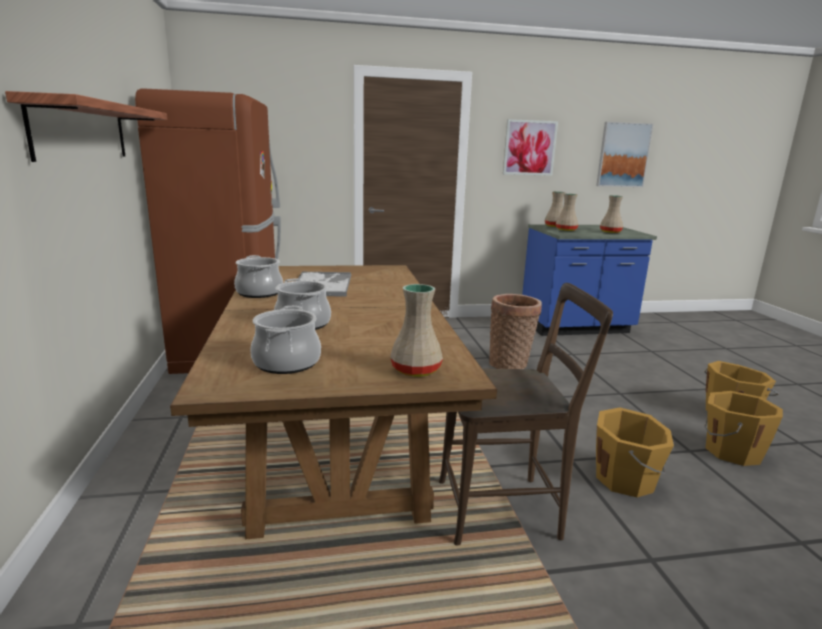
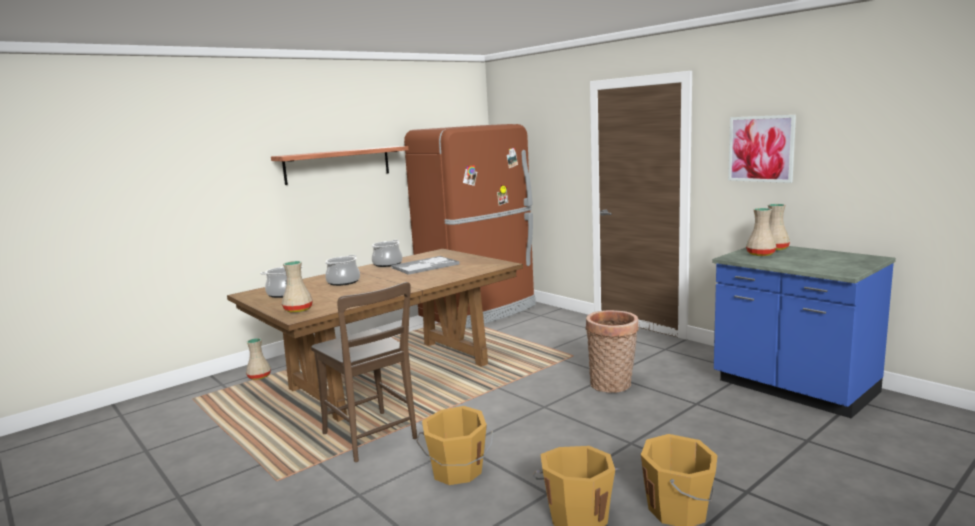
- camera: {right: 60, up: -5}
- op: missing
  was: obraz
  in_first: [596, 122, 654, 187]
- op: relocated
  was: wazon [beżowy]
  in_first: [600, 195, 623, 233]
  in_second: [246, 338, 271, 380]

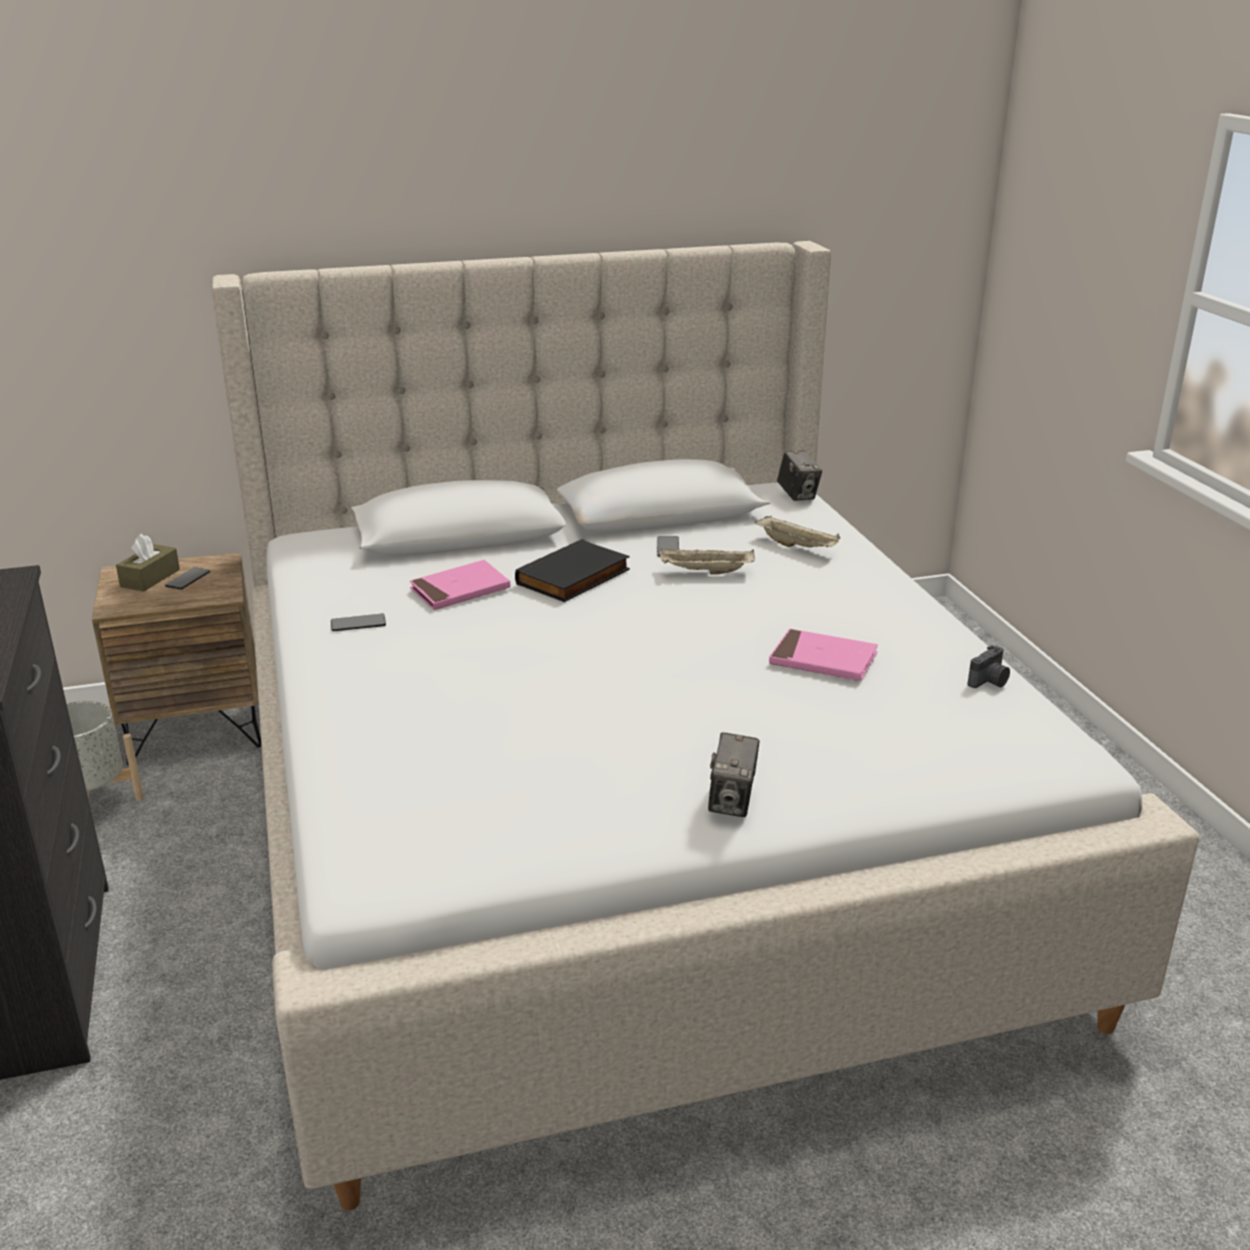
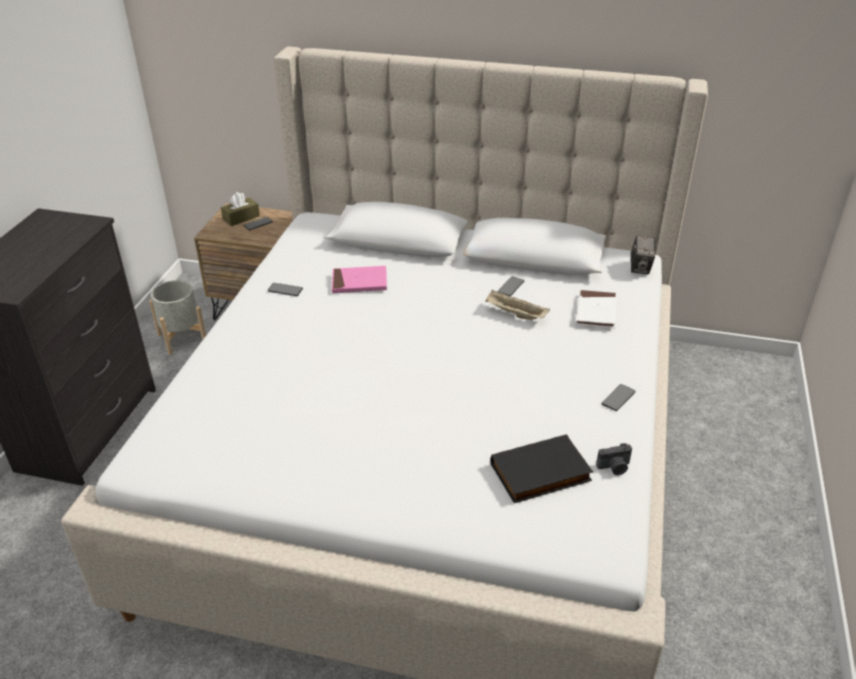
- camera: {right: 30, up: 10}
- op: relocated
  was: książka [czarny]
  in_first: [515, 539, 630, 602]
  in_second: [491, 434, 593, 503]
- op: missing
  was: aparat fotograficzny
  in_first: [708, 732, 759, 817]
- op: exchanged
  was: taca [beżowy]
  now: książka [biały]
  in_first: [755, 515, 840, 548]
  in_second: [576, 290, 617, 328]
- op: missing
  was: książka [różowy]
  in_first: [769, 629, 878, 681]
- op: appeared
  now: telefon
  in_second: [602, 384, 636, 411]

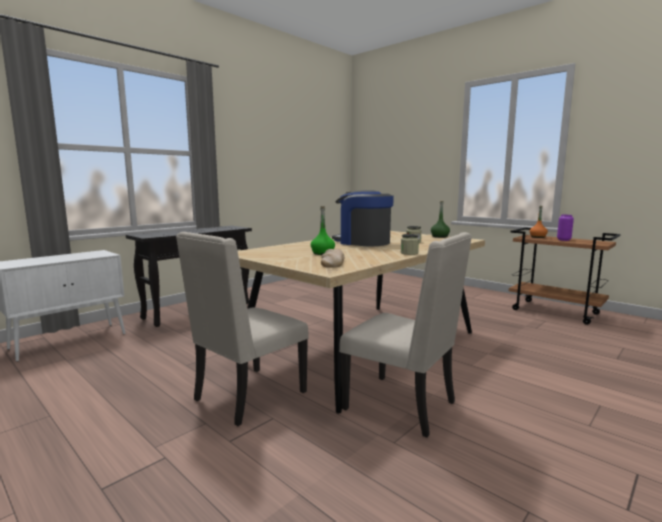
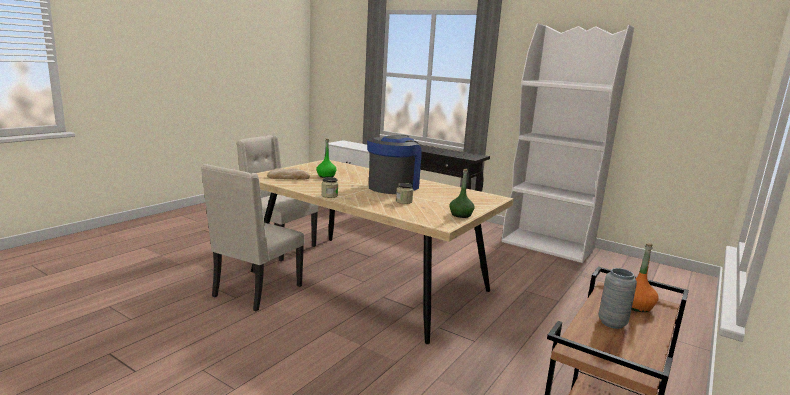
- camera: {right: 80, up: 5}
- op: colour
  was: wazon [fioletowy]
  now: wazon [szary]
  in_first: [557, 215, 574, 241]
  in_second: [599, 268, 637, 329]
- op: appeared
  now: regał [biały]
  in_second: [501, 23, 634, 263]

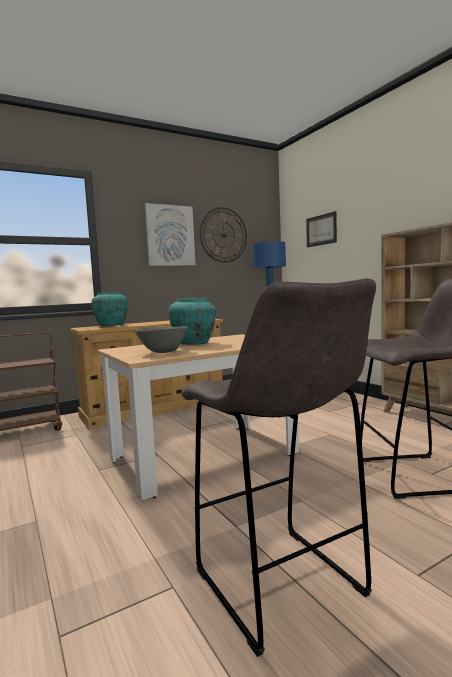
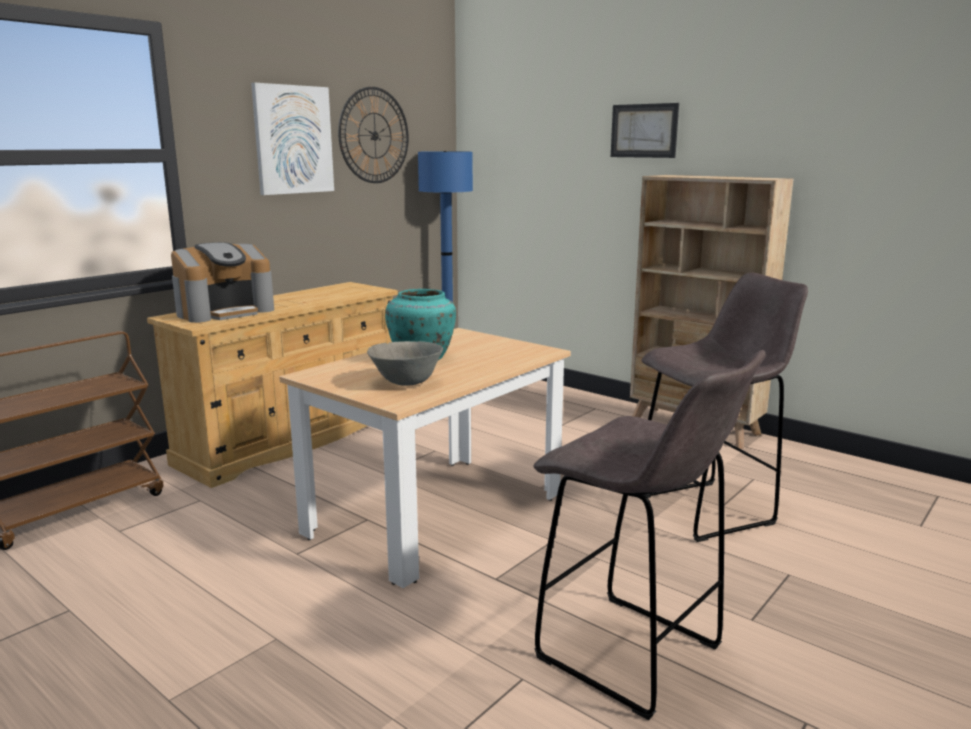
- camera: {right: -20, up: 10}
- op: exchanged
  was: wazon [turkusowy]
  now: ekspres do kawy
  in_first: [91, 292, 128, 326]
  in_second: [171, 242, 274, 323]
- op: relocated
  was: obraz
  in_first: [306, 211, 337, 247]
  in_second: [611, 103, 679, 158]

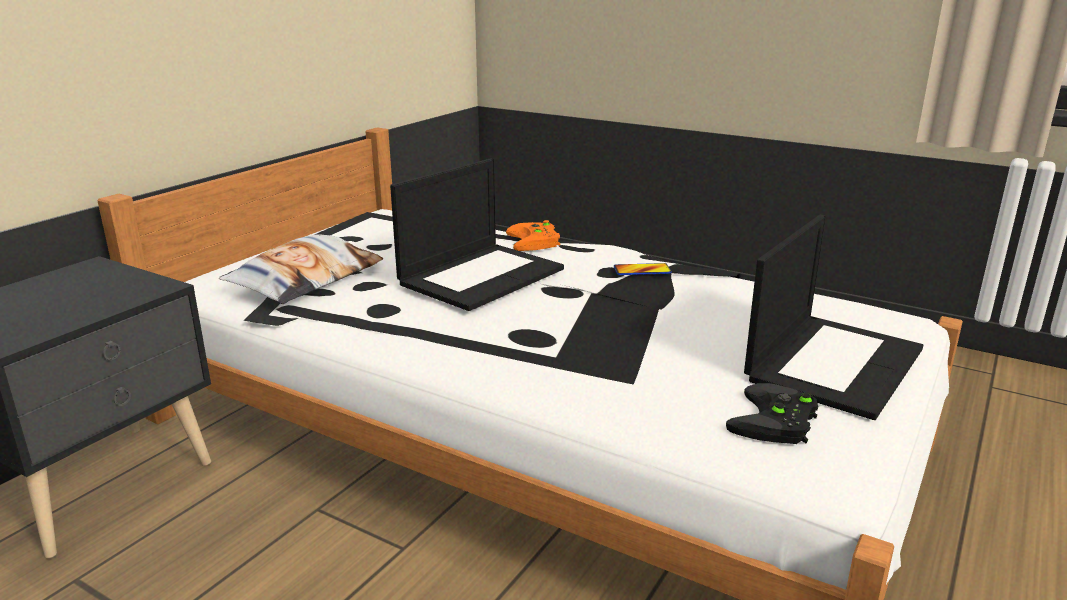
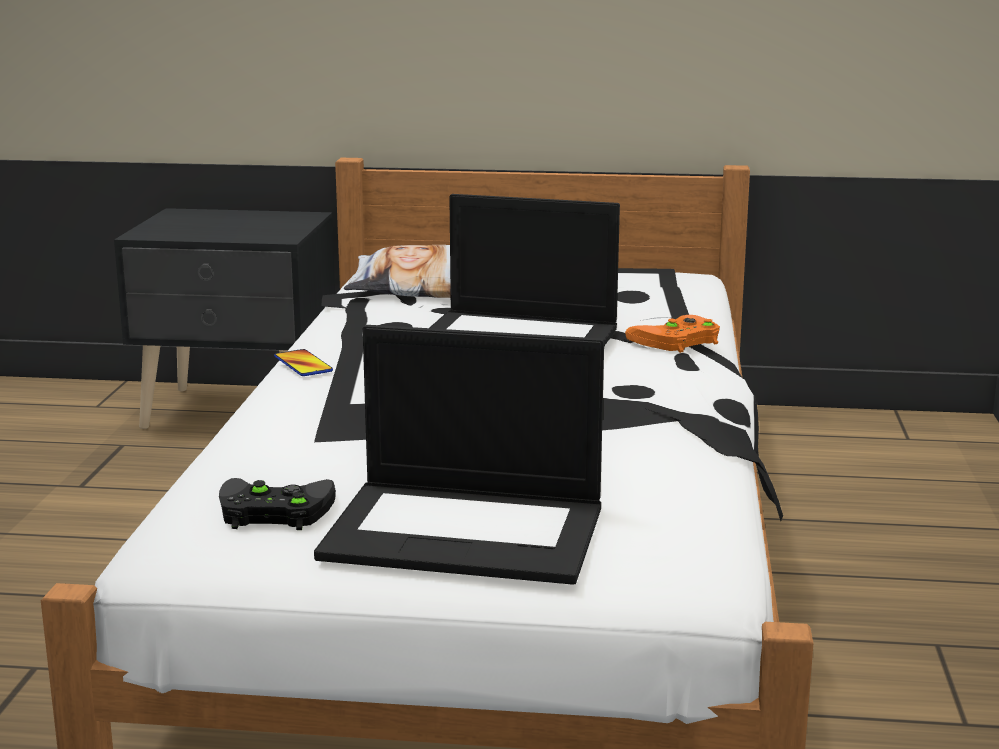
- camera: {right: 65, up: -5}
- op: relocated
  was: telefon
  in_first: [614, 263, 672, 275]
  in_second: [274, 349, 333, 376]

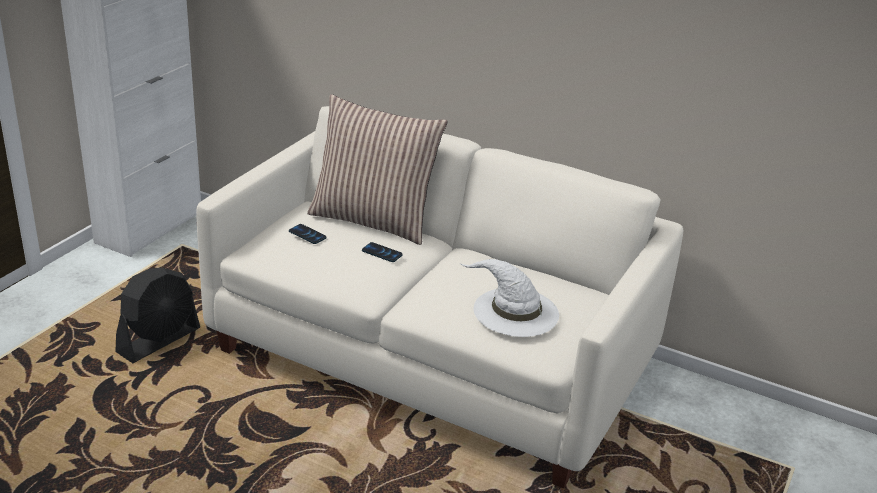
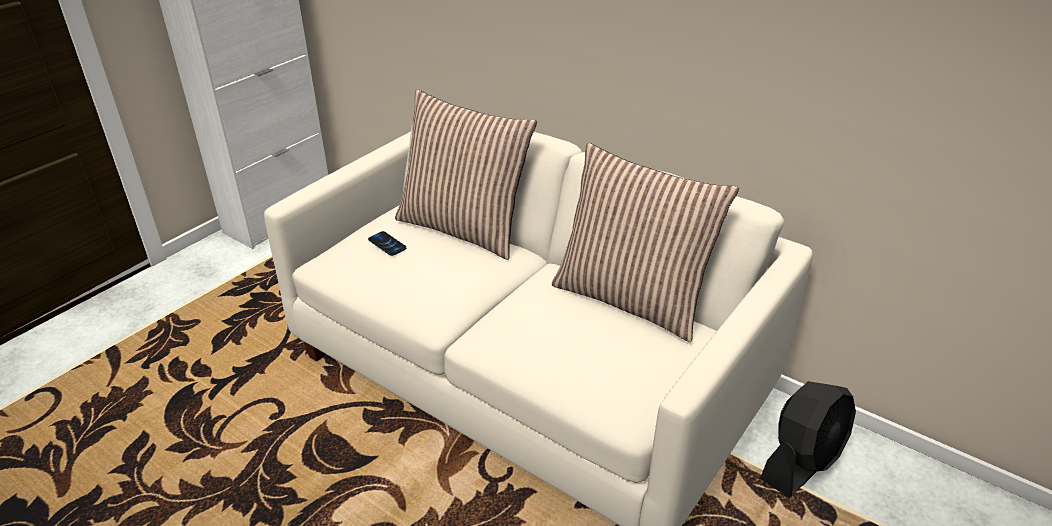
- camera: {right: 10, up: 5}
- op: relocated
  was: wentylator [czarny]
  in_first: [115, 268, 200, 363]
  in_second: [760, 381, 856, 498]
- op: missing
  was: telefon
  in_first: [362, 242, 403, 262]
- op: missing
  was: kapelusz [biały]
  in_first: [460, 259, 559, 337]
- op: appeared
  now: poduszka
  in_second: [552, 142, 739, 342]

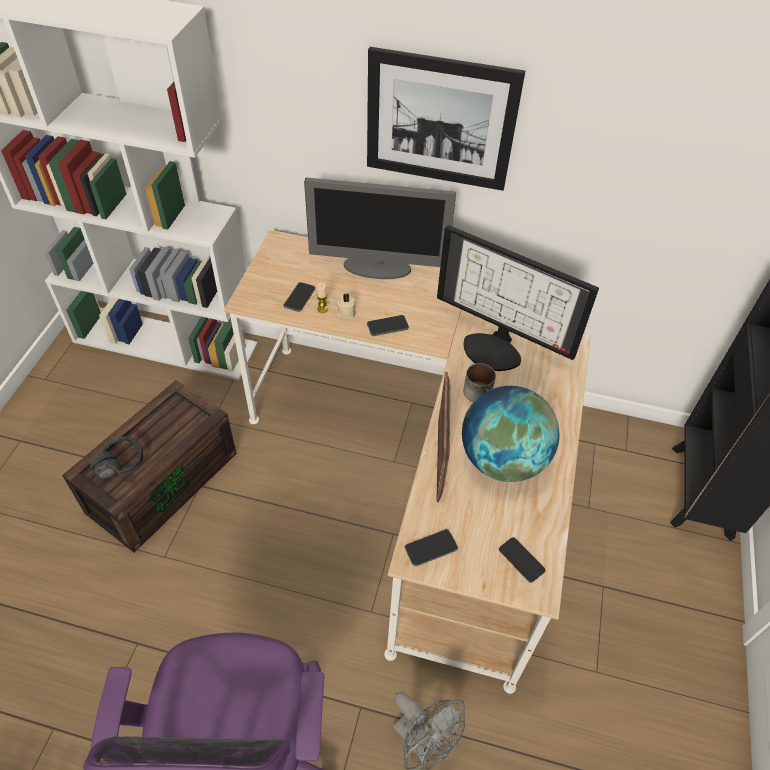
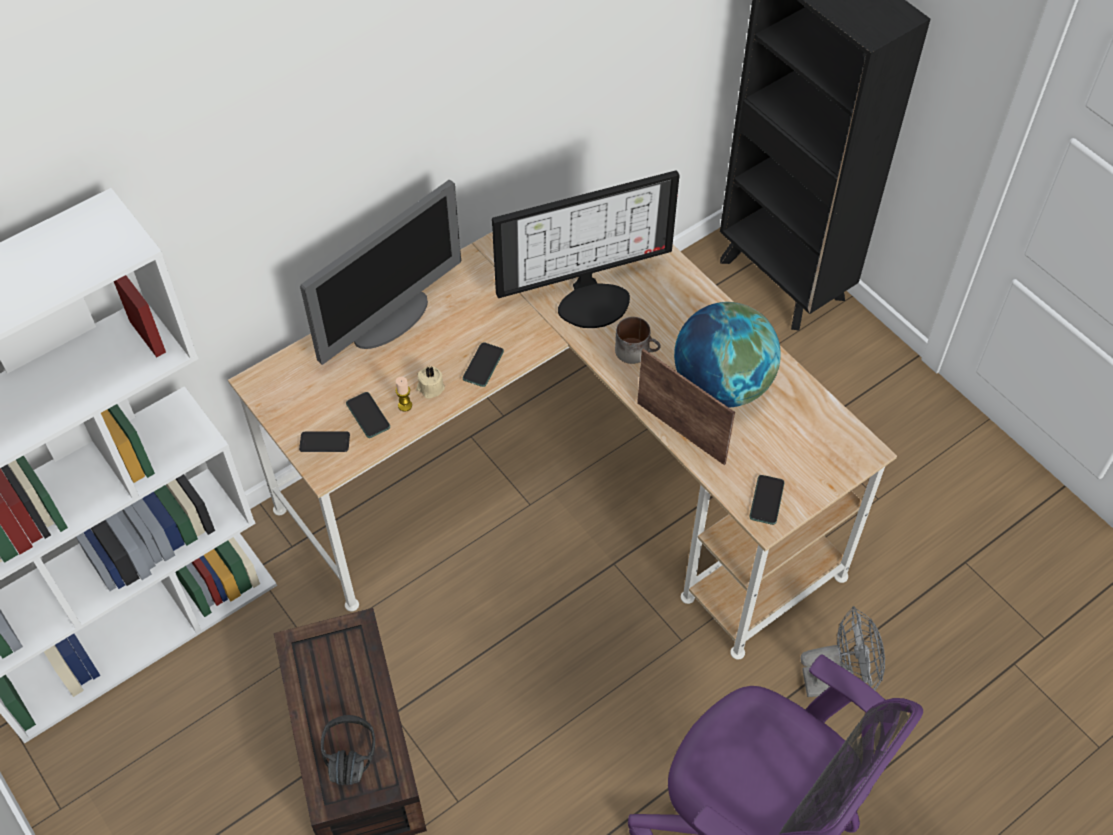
- camera: {right: -50, up: 5}
- op: missing
  was: obraz
  in_first: [367, 47, 525, 191]
- op: relocated
  was: telefon
  in_first: [499, 537, 546, 583]
  in_second: [299, 432, 350, 452]

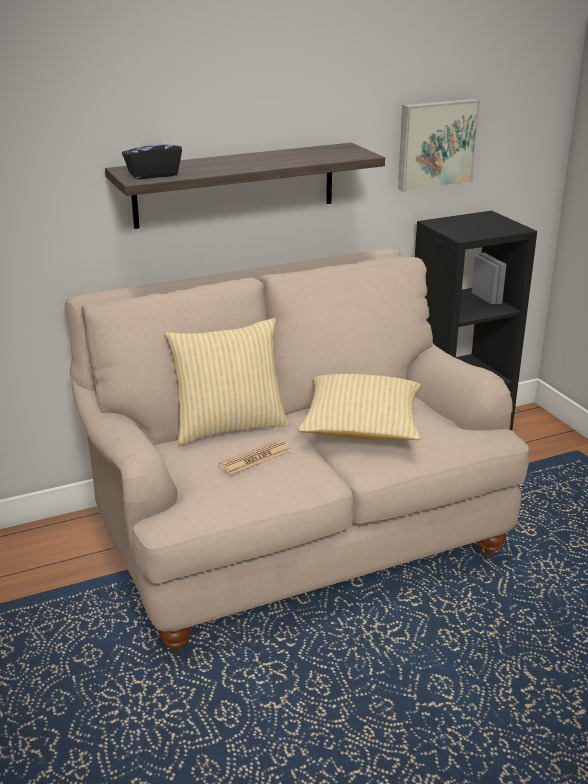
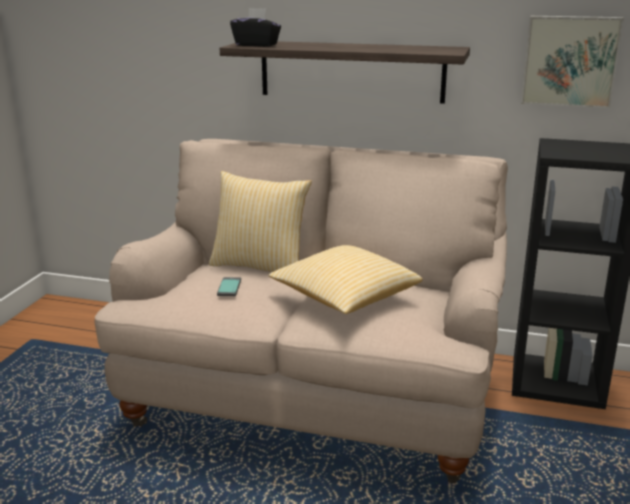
- camera: {right: 40, up: -5}
- op: exchanged
  was: gazeta
  now: telefon
  in_first: [219, 440, 291, 475]
  in_second: [217, 277, 241, 296]

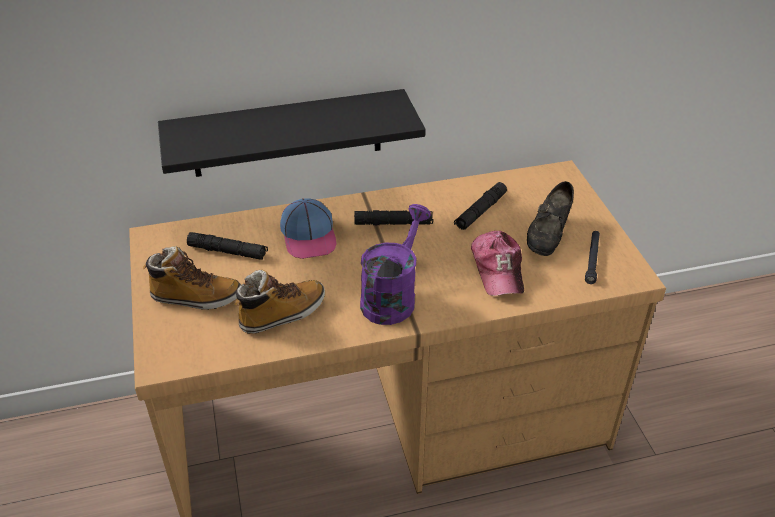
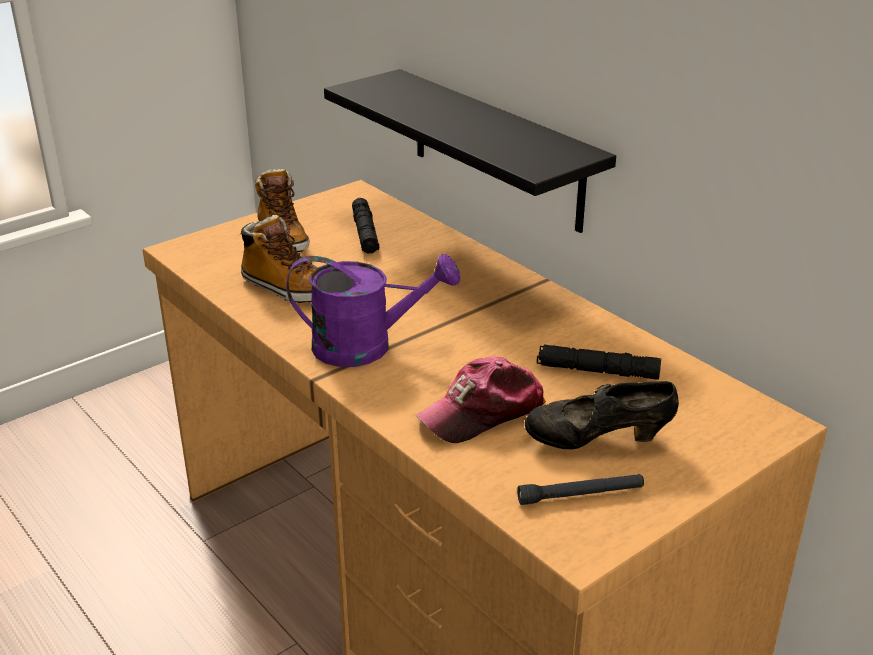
- camera: {right: 65, up: -10}
- op: missing
  was: czapka z daszkiem
  in_first: [280, 198, 337, 259]
- op: missing
  was: latarka [czarny]
  in_first: [354, 210, 433, 226]

